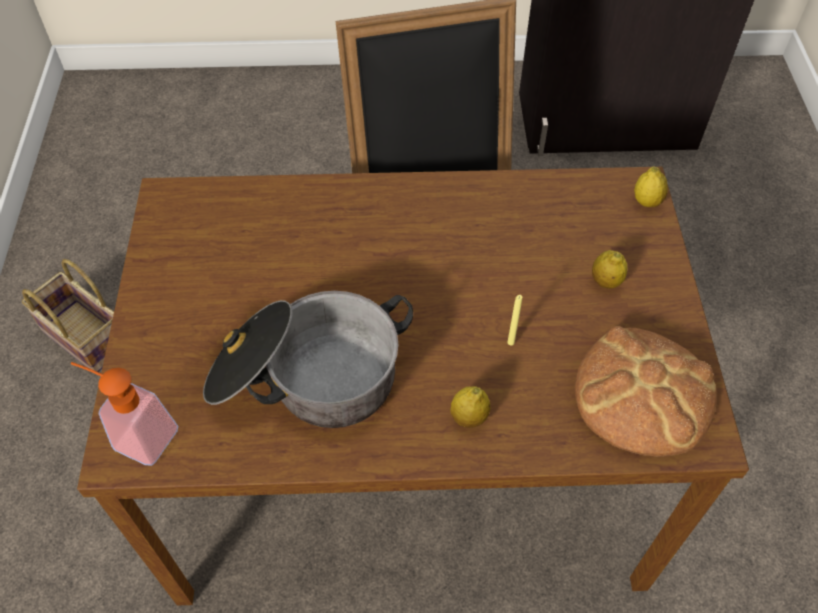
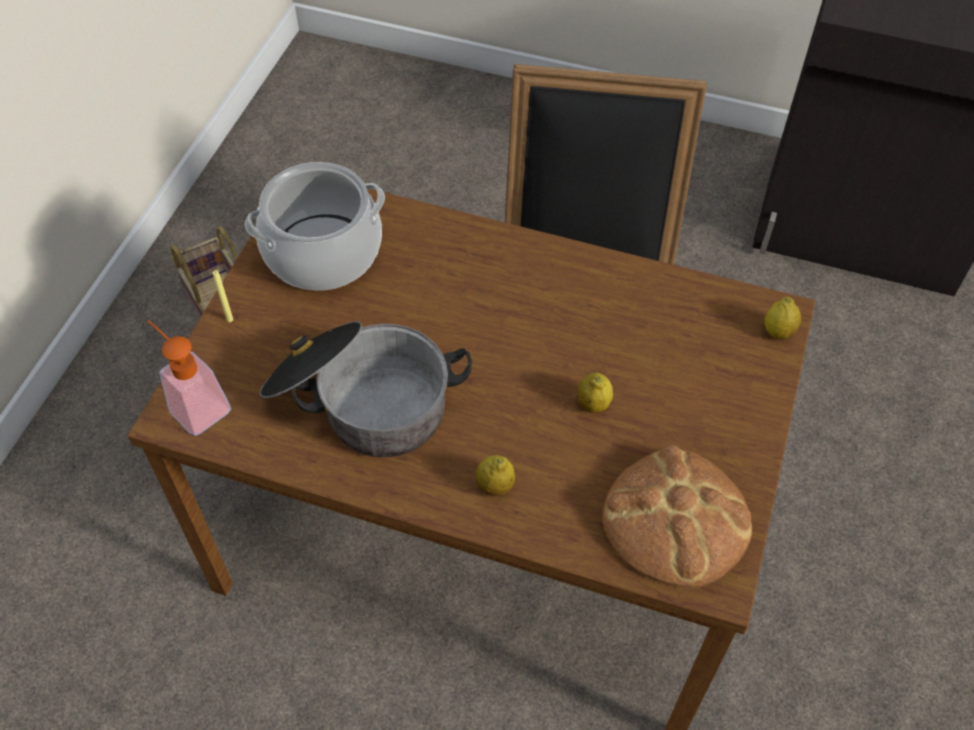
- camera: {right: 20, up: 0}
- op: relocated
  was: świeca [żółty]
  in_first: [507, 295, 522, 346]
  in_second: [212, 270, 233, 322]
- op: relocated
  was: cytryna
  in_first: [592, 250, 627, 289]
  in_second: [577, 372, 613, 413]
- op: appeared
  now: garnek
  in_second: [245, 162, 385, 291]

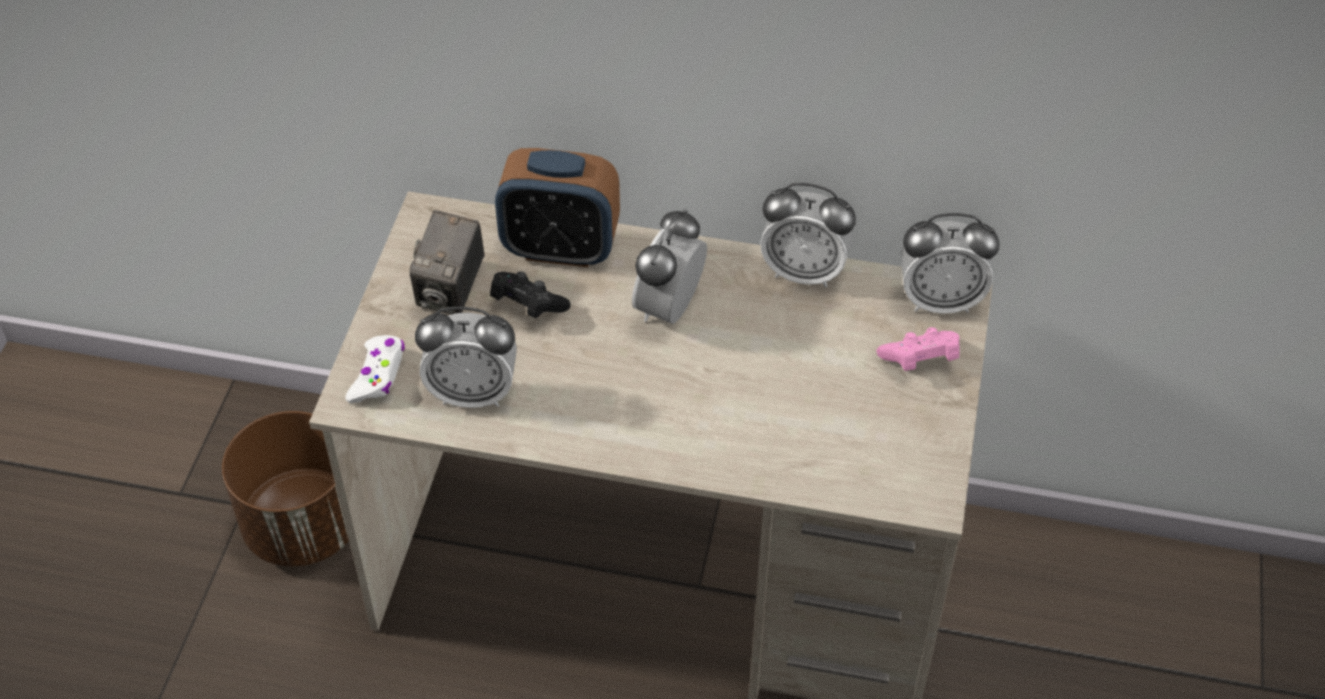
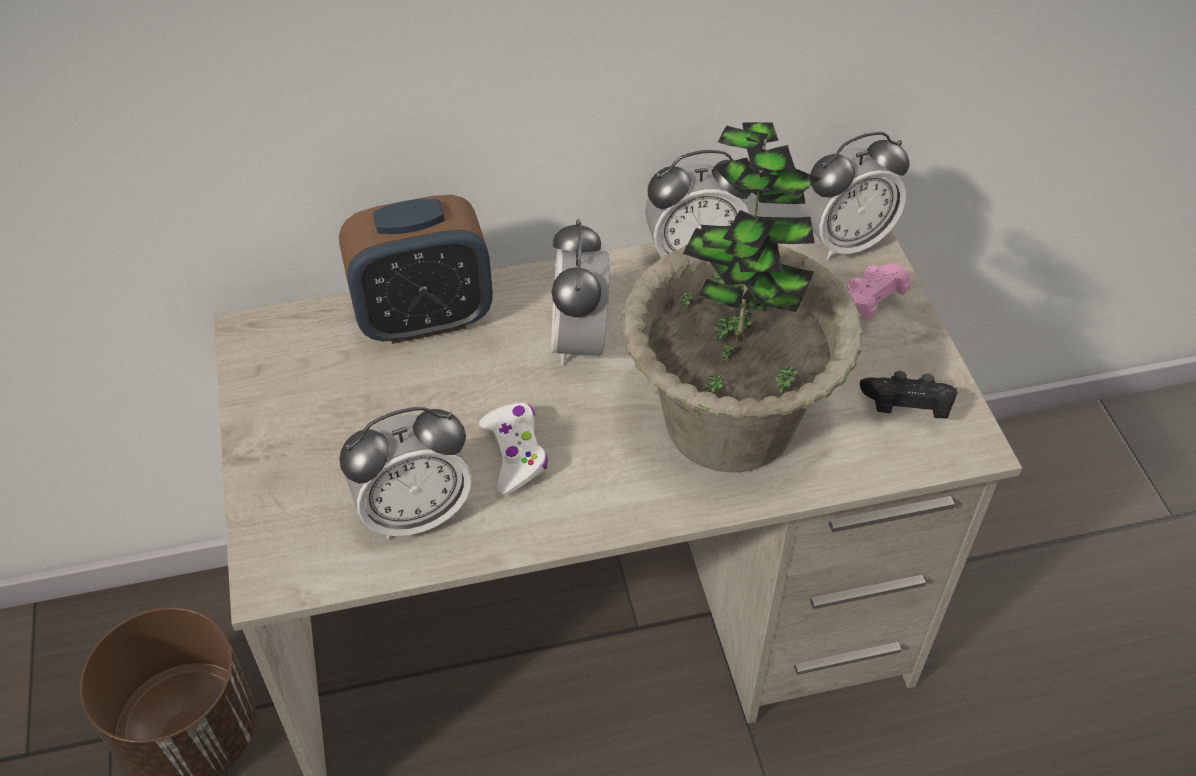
- camera: {right: -25, up: 0}
- op: relocated
  was: pad do gier [biały]
  in_first: [345, 335, 405, 403]
  in_second: [479, 403, 548, 496]
- op: missing
  was: aparat fotograficzny
  in_first: [410, 210, 484, 314]
- op: relocated
  was: pad do gier [czarny]
  in_first: [490, 272, 571, 318]
  in_second: [860, 371, 957, 419]
- op: appeared
  now: roślina doniczkowa
  in_second: [621, 122, 863, 473]

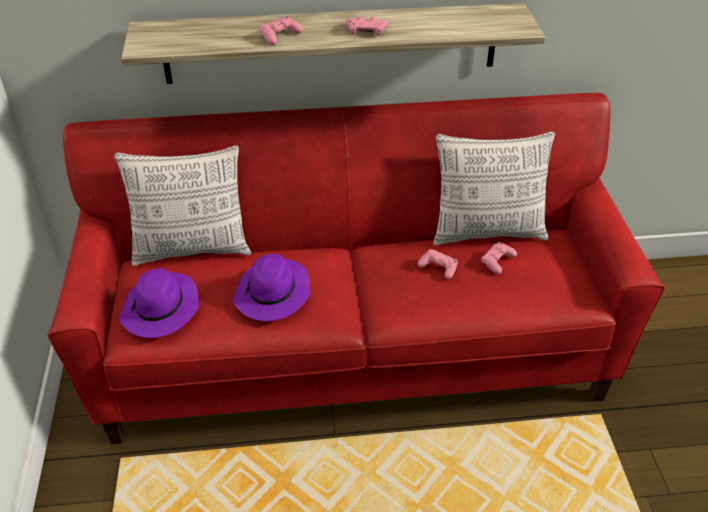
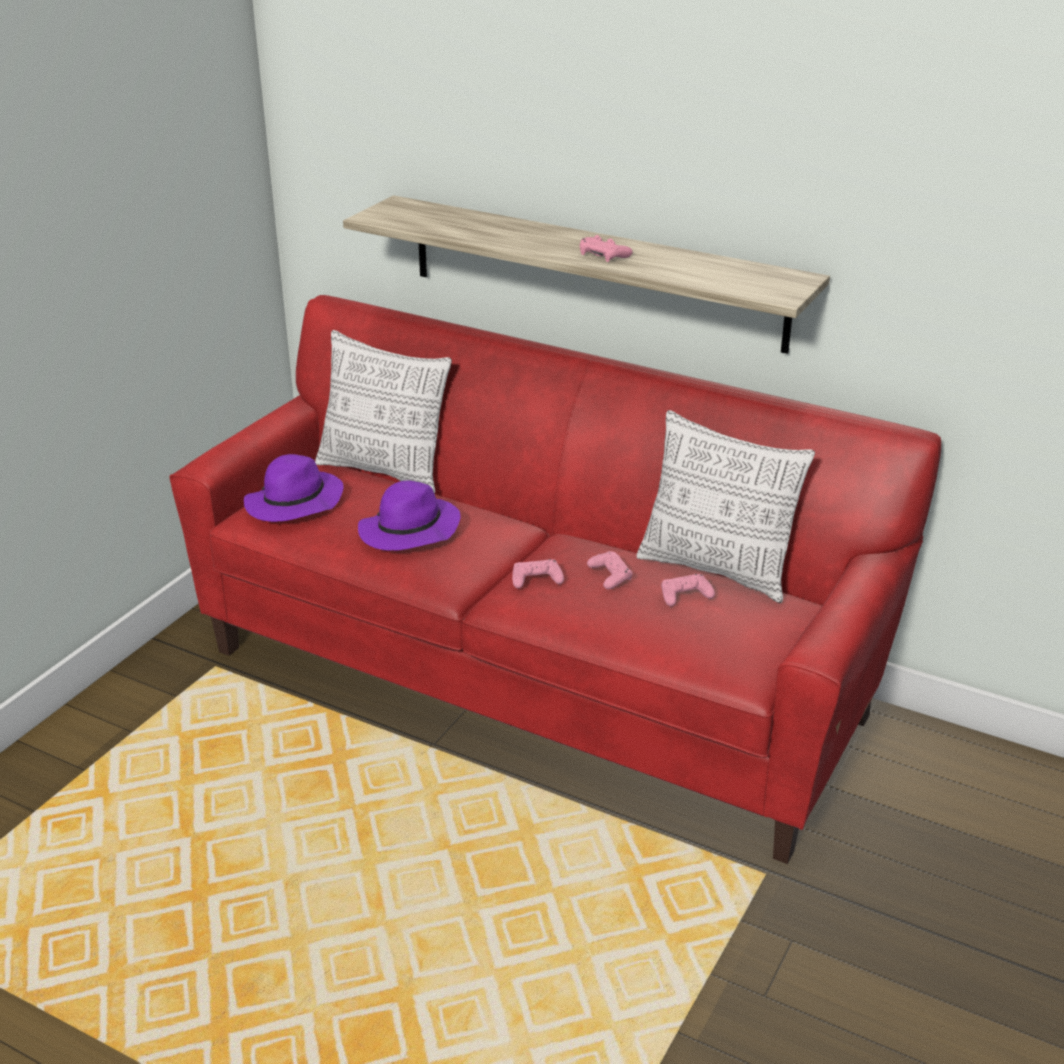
- camera: {right: 35, up: -10}
- op: relocated
  was: pad do gier [różowy]
  in_first: [259, 17, 303, 45]
  in_second: [512, 559, 564, 588]

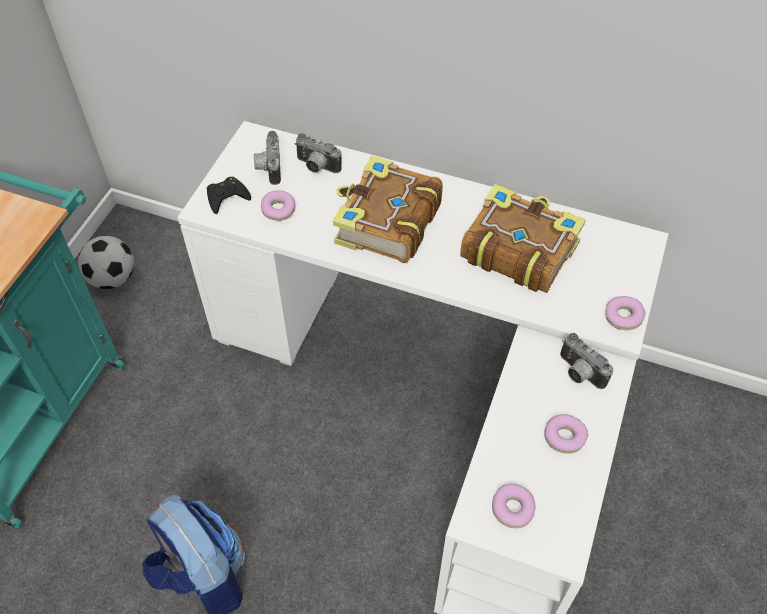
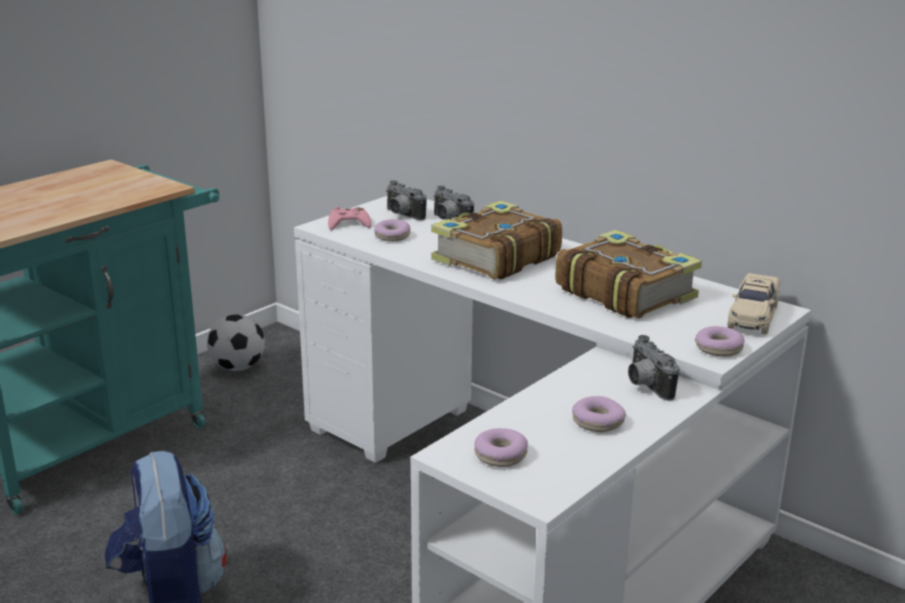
- camera: {right: 20, up: -30}
- op: colour
  was: pad do gier [czarny]
  now: pad do gier [różowy]
  in_first: [207, 177, 251, 214]
  in_second: [328, 207, 372, 230]
- op: spun
  was: aparat fotograficzny
  in_first: [254, 131, 281, 185]
  in_second: [386, 180, 427, 220]
  clockwise: -60
- op: appeared
  now: samochodzik [beżowy]
  in_second: [727, 273, 780, 335]

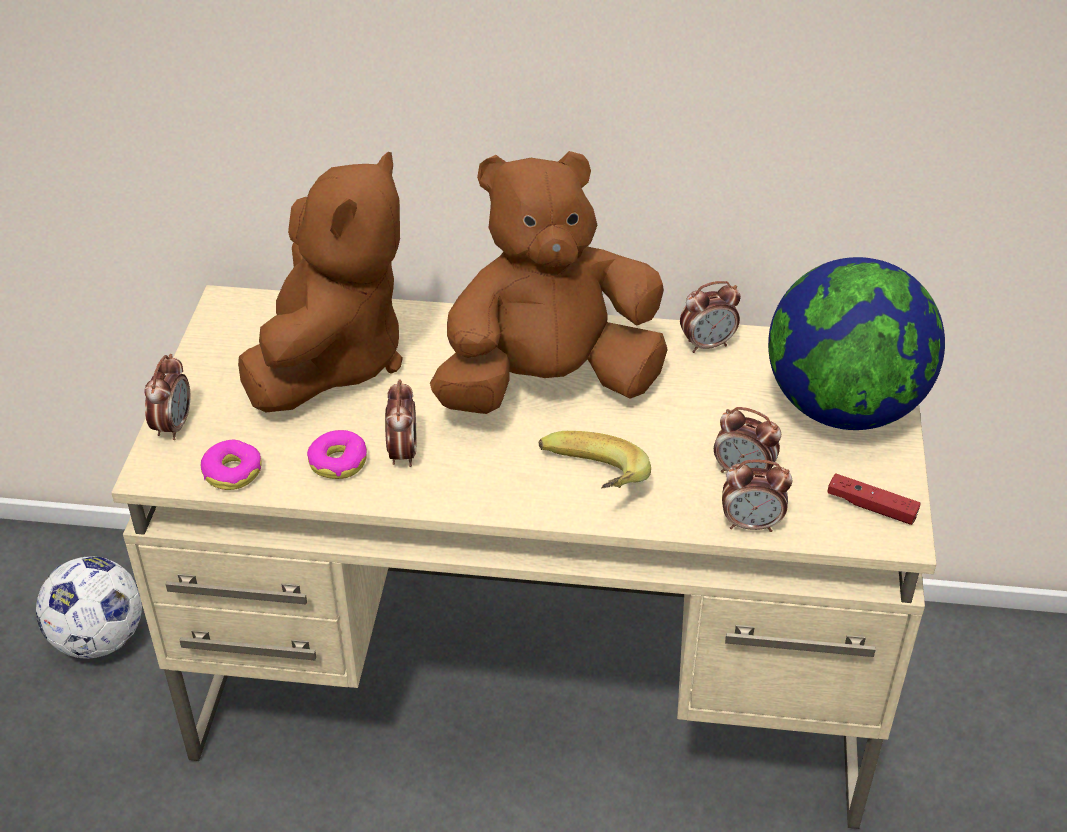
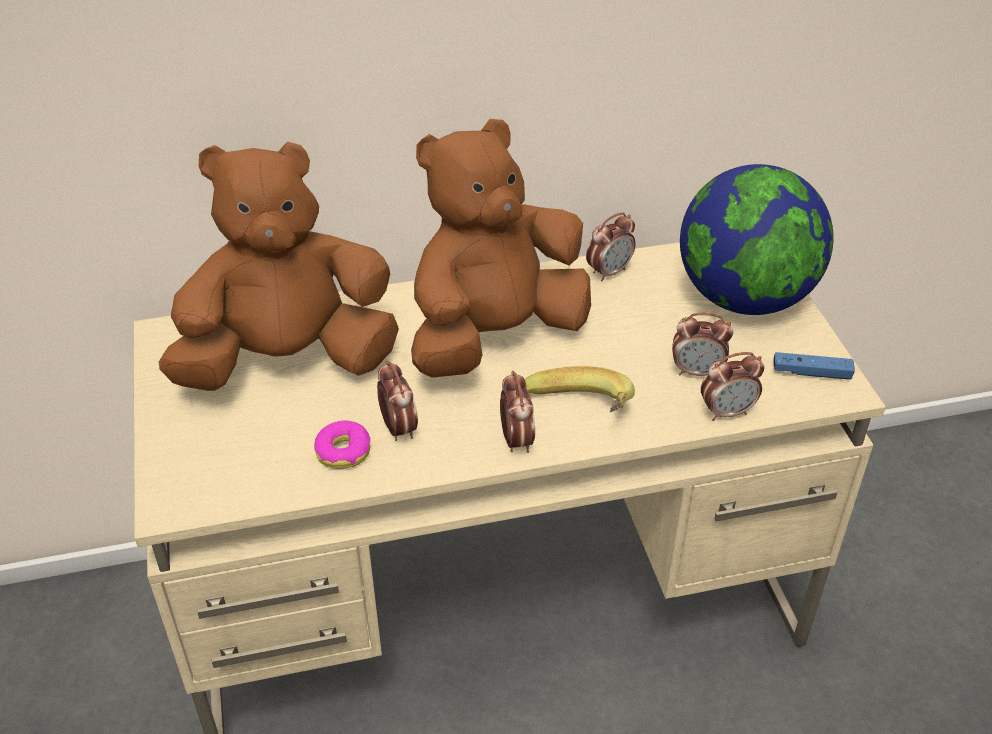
- camera: {right: -20, up: 0}
- op: missing
  was: piłka futbolowa
  in_first: [36, 556, 142, 659]
- op: relocated
  was: budzik
  in_first: [144, 354, 191, 440]
  in_second: [500, 371, 535, 453]
- op: missing
  was: donut
  in_first: [201, 439, 262, 490]
- op: spun
  was: pluszak [brązowy]
  in_first: [238, 152, 403, 412]
  in_second: [159, 141, 399, 391]
  clockwise: -105
- op: colour
  was: pad do gier [czerwony]
  now: pad do gier [niebieski]
  in_first: [828, 474, 921, 525]
  in_second: [773, 352, 855, 380]

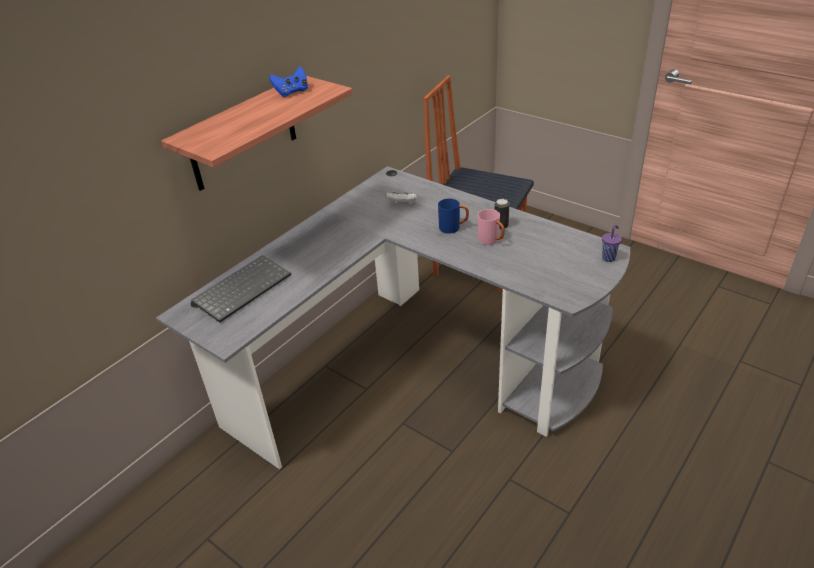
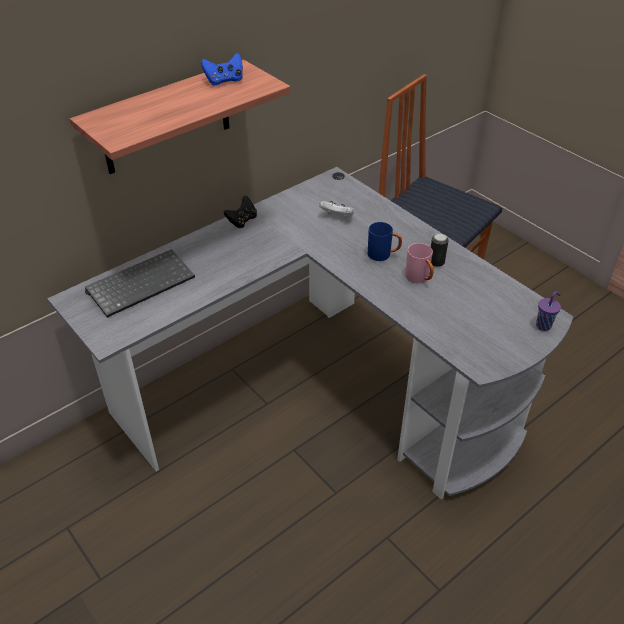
- camera: {right: 10, up: 5}
- op: appeared
  now: pad do gier [czarny]
  in_second: [224, 196, 257, 228]

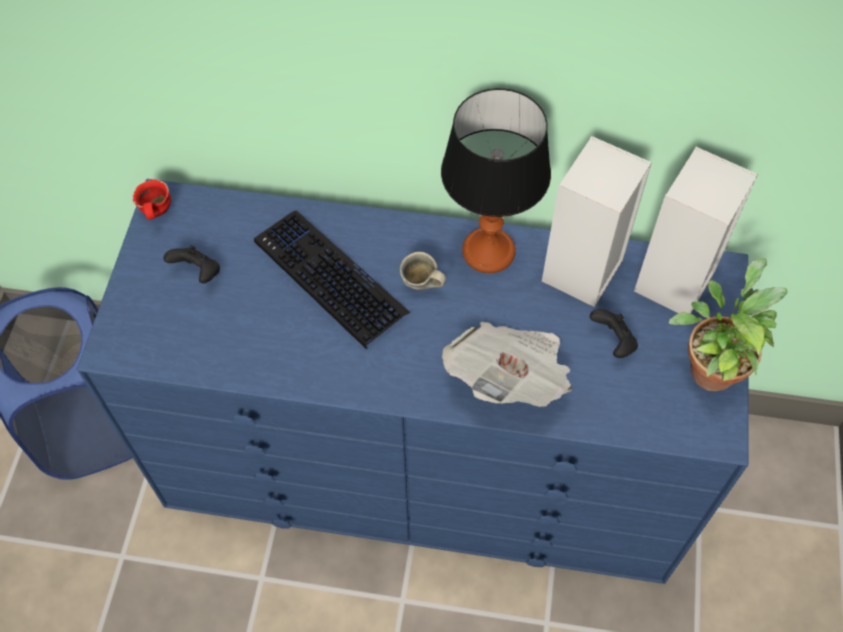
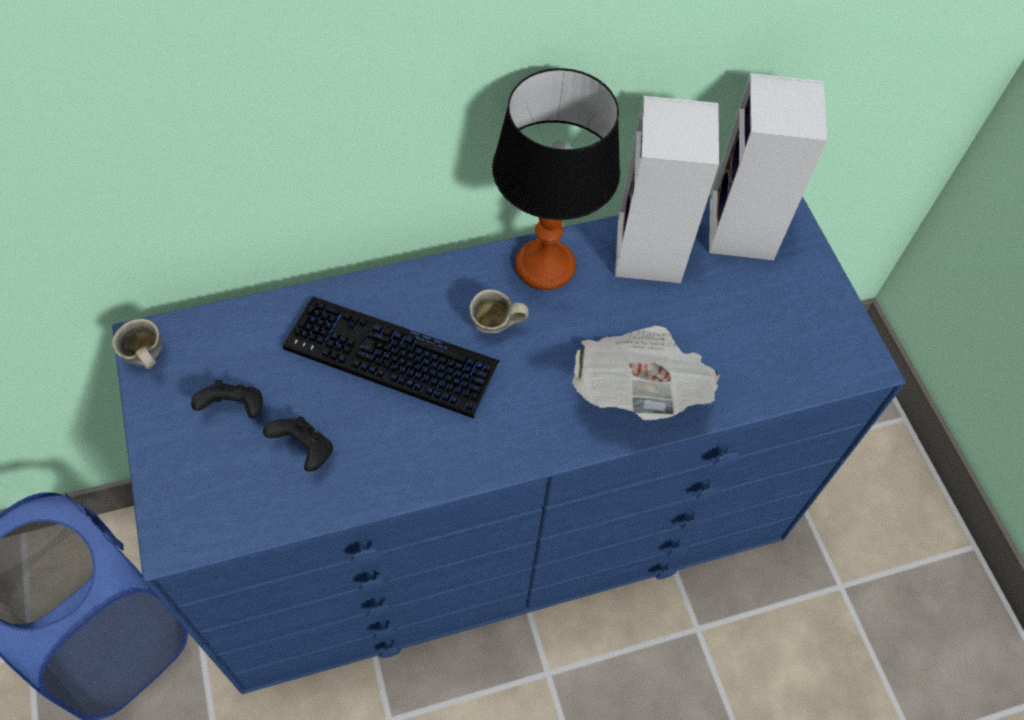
- camera: {right: -30, up: 0}
- op: colour
  was: kubek [czerwony]
  now: kubek [szary]
  in_first: [133, 180, 171, 220]
  in_second: [112, 319, 162, 369]
- op: relocated
  was: pad do gier [czarny]
  in_first: [590, 309, 638, 358]
  in_second: [263, 416, 333, 472]
- op: missing
  was: roślina doniczkowa
  in_first: [669, 258, 788, 392]

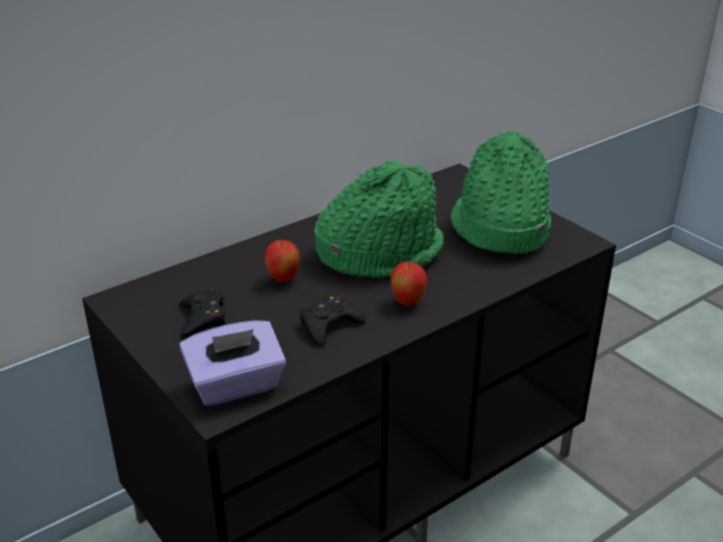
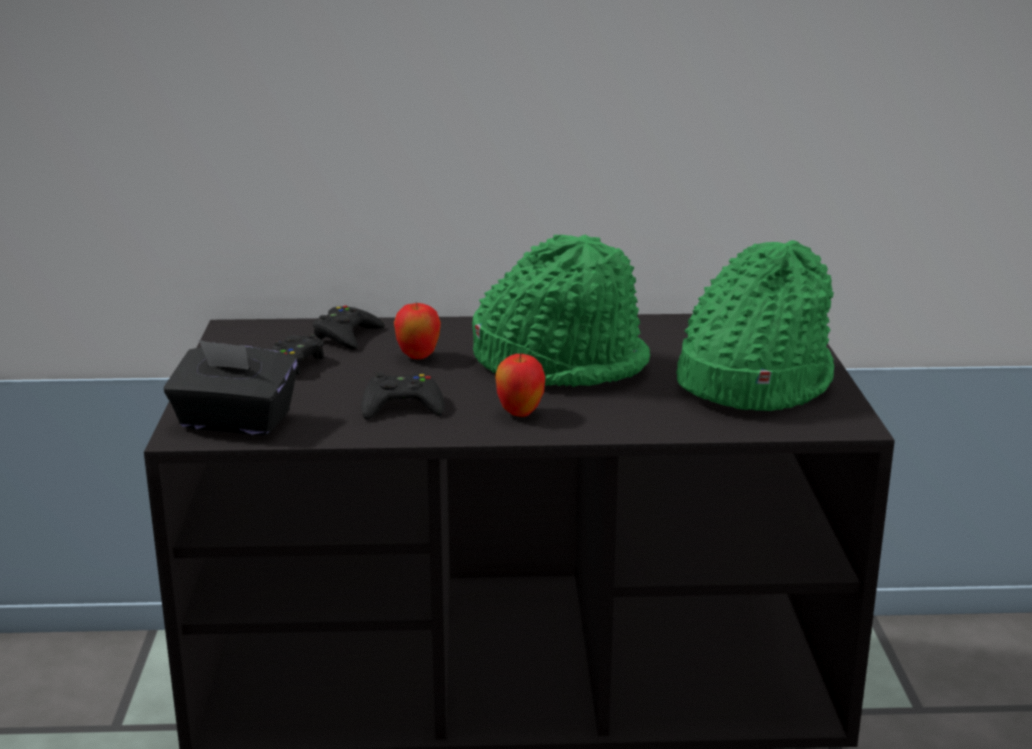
- camera: {right: 35, up: -10}
- op: colour
  was: pudełko chusteczek [fioletowy]
  now: pudełko chusteczek [czarny]
  in_first: [179, 320, 286, 406]
  in_second: [164, 340, 298, 435]
- op: appeared
  now: pad do gier [czarny]
  in_second: [313, 306, 385, 350]

